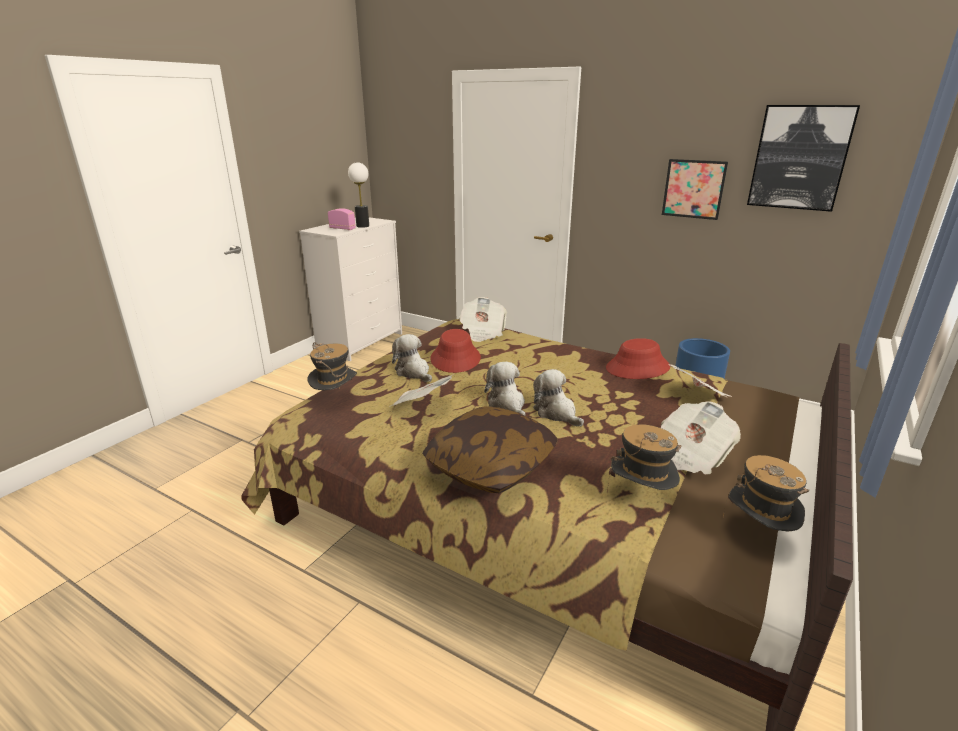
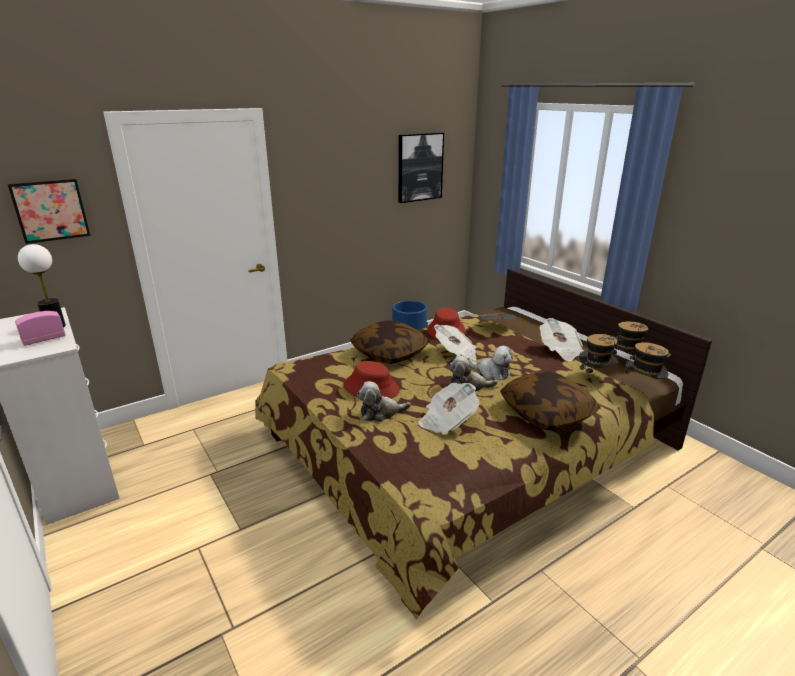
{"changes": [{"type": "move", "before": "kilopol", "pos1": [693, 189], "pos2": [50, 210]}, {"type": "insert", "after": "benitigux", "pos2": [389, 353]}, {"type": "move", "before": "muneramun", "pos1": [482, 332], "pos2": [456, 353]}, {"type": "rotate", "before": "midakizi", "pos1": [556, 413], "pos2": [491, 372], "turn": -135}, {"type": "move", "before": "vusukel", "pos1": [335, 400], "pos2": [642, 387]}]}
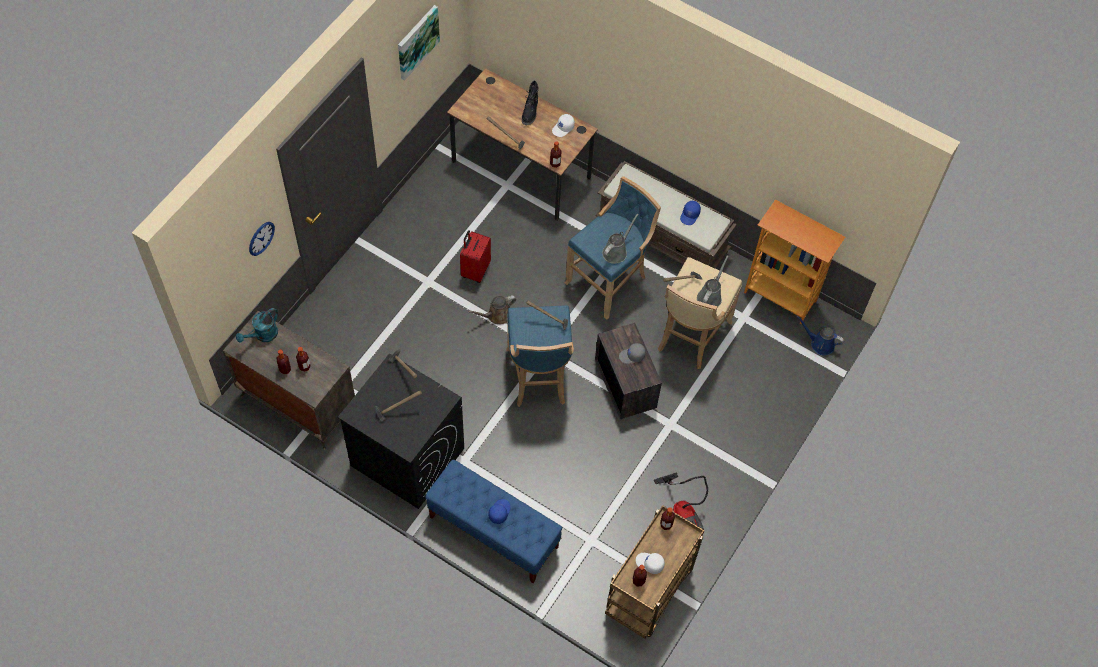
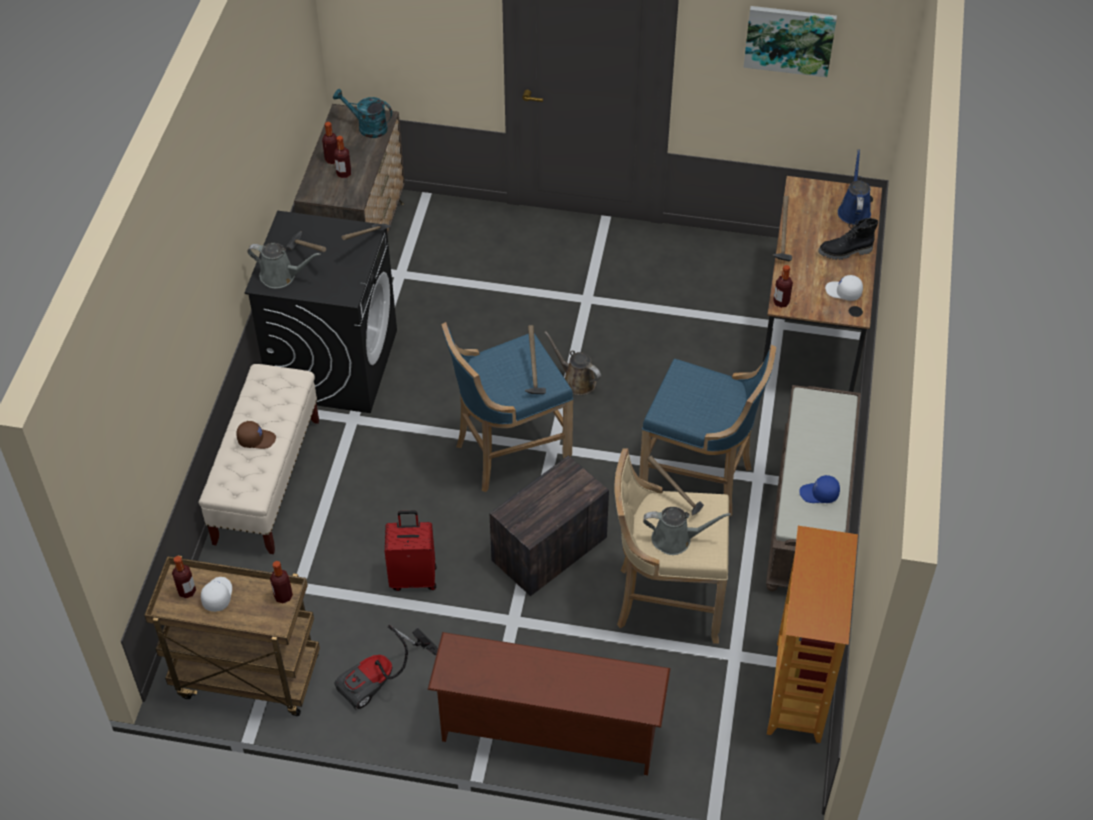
{"changes": [{"type": "recolor", "before": "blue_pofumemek", "after": "beige_pofumemek", "pos1": [493, 532], "pos2": [267, 481]}, {"type": "recolor", "before": "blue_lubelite", "after": "brown_lubelite", "pos1": [499, 512], "pos2": [256, 439]}, {"type": "move", "before": "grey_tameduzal", "pos1": [616, 251], "pos2": [281, 276]}, {"type": "move", "before": "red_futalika", "pos1": [475, 270], "pos2": [413, 577]}, {"type": "insert", "after": "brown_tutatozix", "pos2": [548, 732]}, {"type": "move", "before": "blue_tameduzal", "pos1": [820, 344], "pos2": [854, 210]}, {"type": "delete", "before": "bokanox", "pos1": [261, 238]}, {"type": "delete", "before": "grey_lubelite", "pos1": [632, 356]}]}
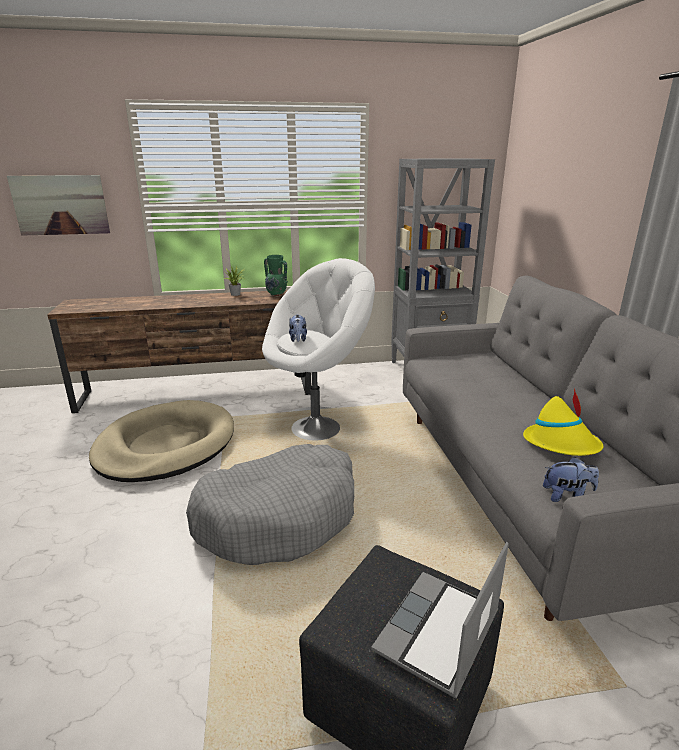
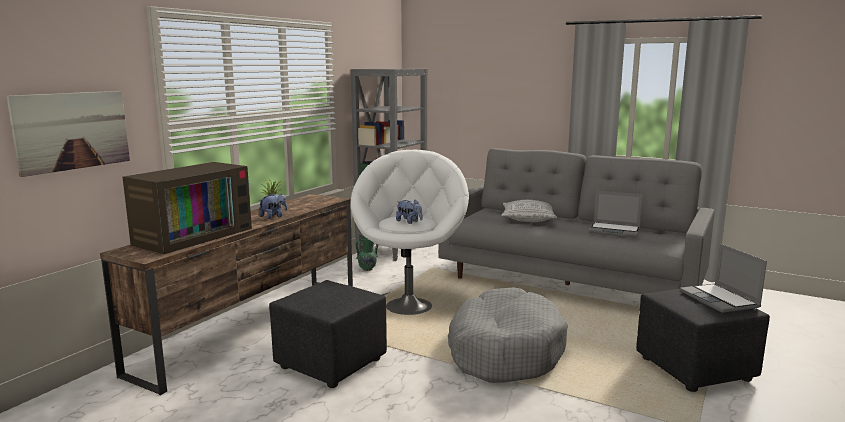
{"changes": [{"type": "insert", "after": "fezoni", "pos2": [192, 235]}, {"type": "move", "before": "midakizi", "pos1": [567, 496], "pos2": [273, 216]}, {"type": "replace", "before": "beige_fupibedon", "after": "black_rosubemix", "pos1": [166, 446], "pos2": [331, 364]}, {"type": "move", "before": "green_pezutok", "pos1": [276, 295], "pos2": [367, 269]}, {"type": "insert", "after": "benitigux", "pos2": [528, 219]}, {"type": "replace", "before": "yellow_vusukel", "after": "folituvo", "pos1": [561, 444], "pos2": [615, 231]}]}
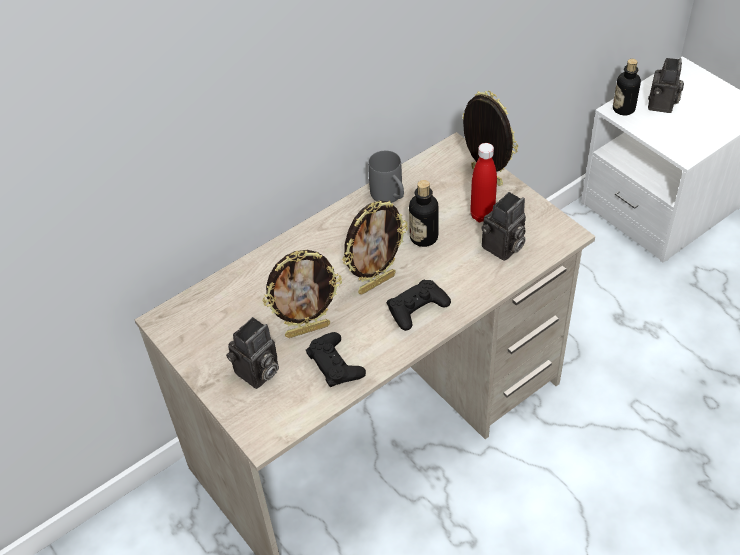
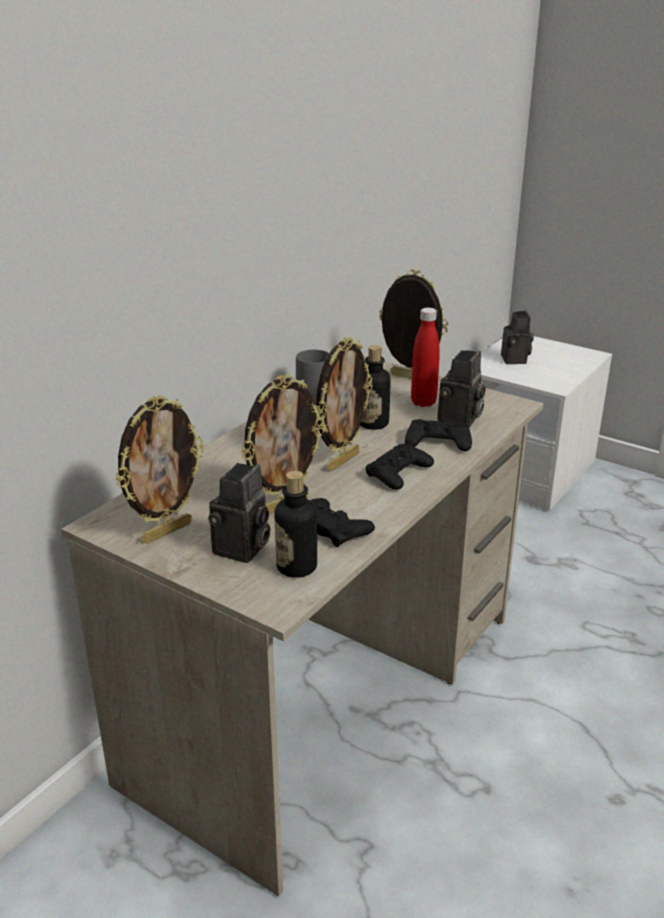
{"changes": [{"type": "insert", "after": "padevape", "pos2": [166, 532]}, {"type": "move", "before": "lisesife", "pos1": [623, 109], "pos2": [296, 567]}, {"type": "insert", "after": "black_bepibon", "pos2": [438, 442]}]}
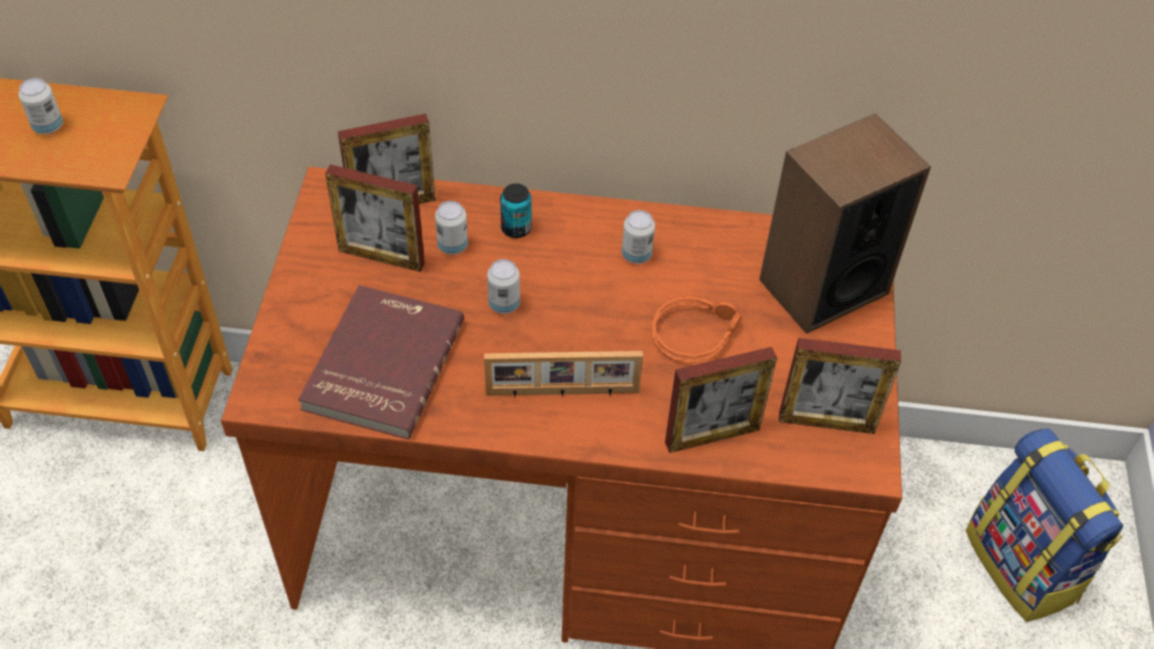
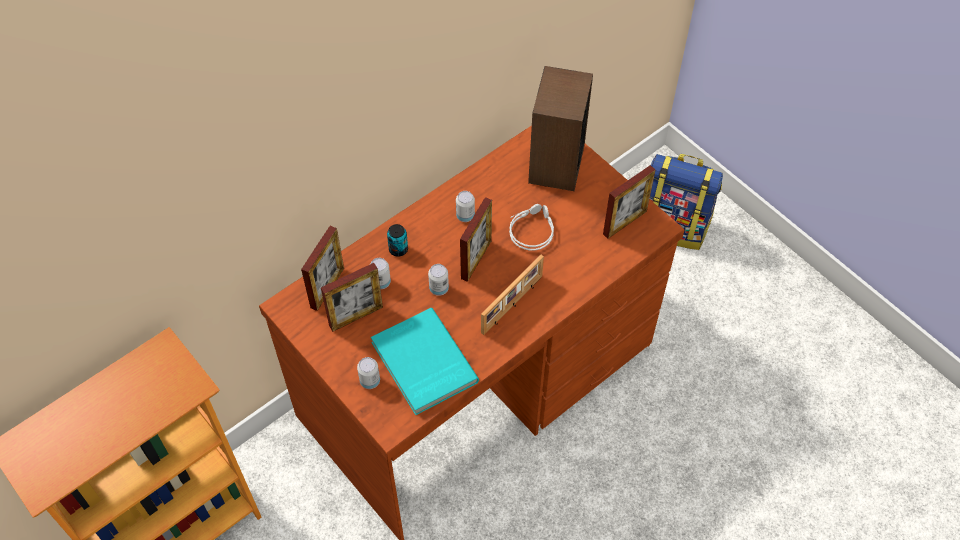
{"changes": [{"type": "move", "before": "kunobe", "pos1": [48, 126], "pos2": [370, 381]}, {"type": "recolor", "before": "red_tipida", "after": "turquoise_tipida", "pos1": [381, 364], "pos2": [422, 363]}, {"type": "move", "before": "padevape", "pos1": [712, 436], "pos2": [476, 259]}, {"type": "recolor", "before": "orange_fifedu", "after": "grey_fifedu", "pos1": [695, 332], "pos2": [531, 229]}]}
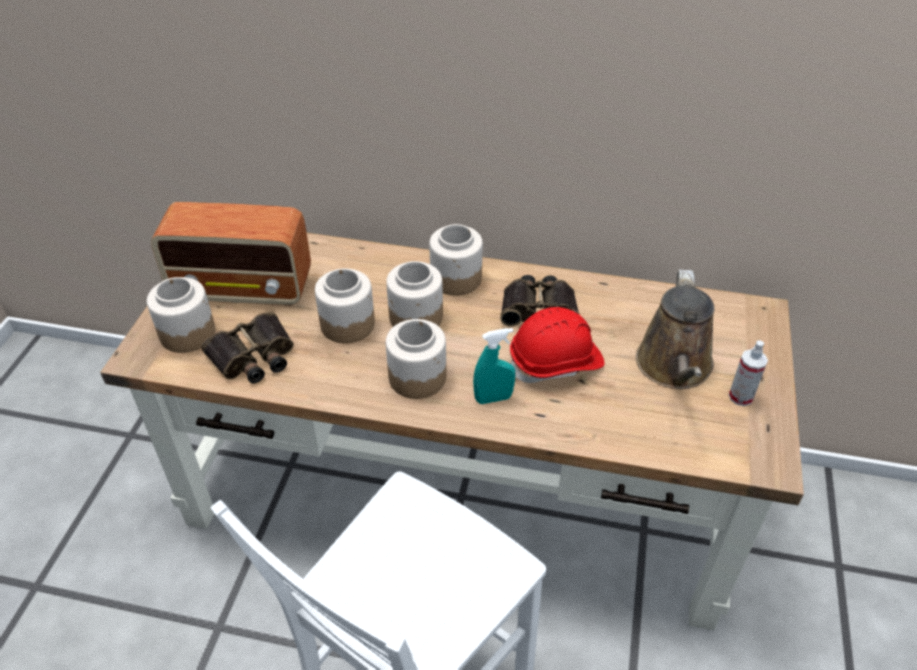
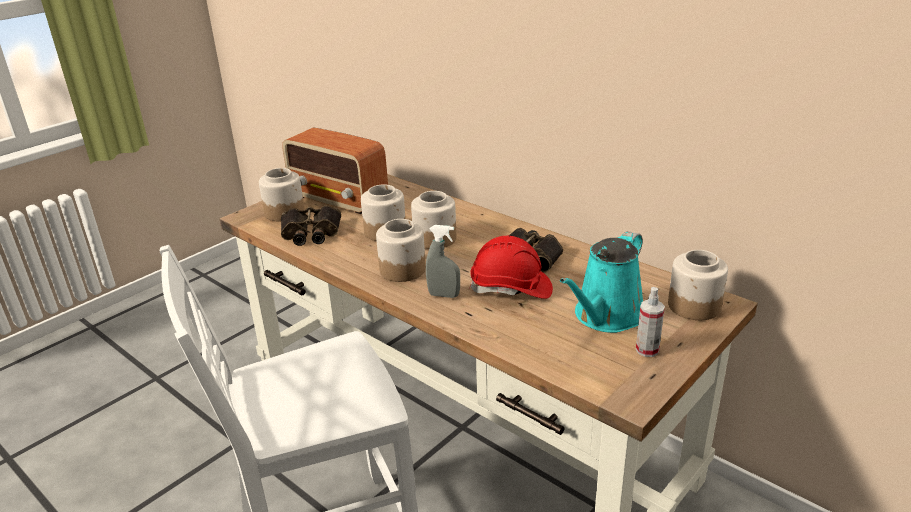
{"changes": [{"type": "recolor", "before": "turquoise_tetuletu", "after": "grey_tetuletu", "pos1": [493, 398], "pos2": [444, 295]}, {"type": "recolor", "before": "brown_tameduzal", "after": "turquoise_tameduzal", "pos1": [674, 368], "pos2": [606, 317]}, {"type": "move", "before": "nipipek", "pos1": [456, 278], "pos2": [694, 306]}]}
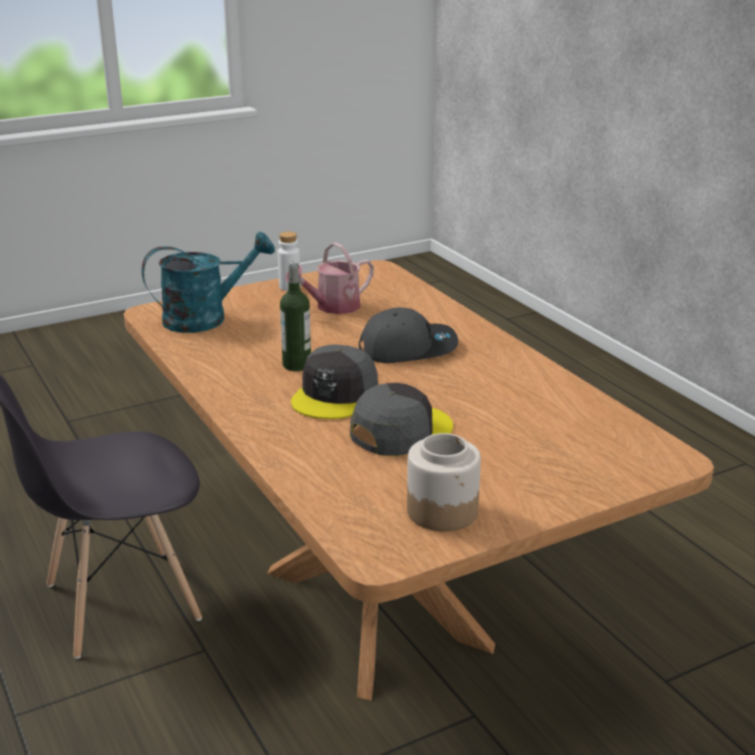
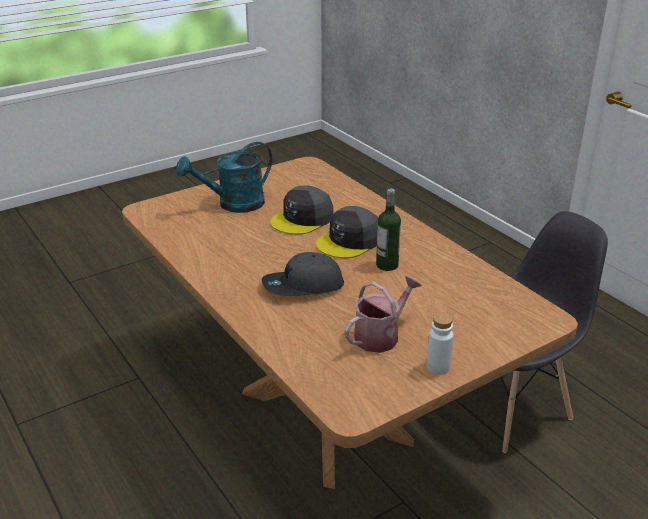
{"changes": [{"type": "move", "before": "turquoise_tameduzal", "pos1": [206, 318], "pos2": [233, 205]}, {"type": "rotate", "before": "grey_lubelite", "pos1": [336, 395], "pos2": [349, 241], "turn": -150}, {"type": "delete", "before": "nipipek", "pos1": [442, 511]}]}
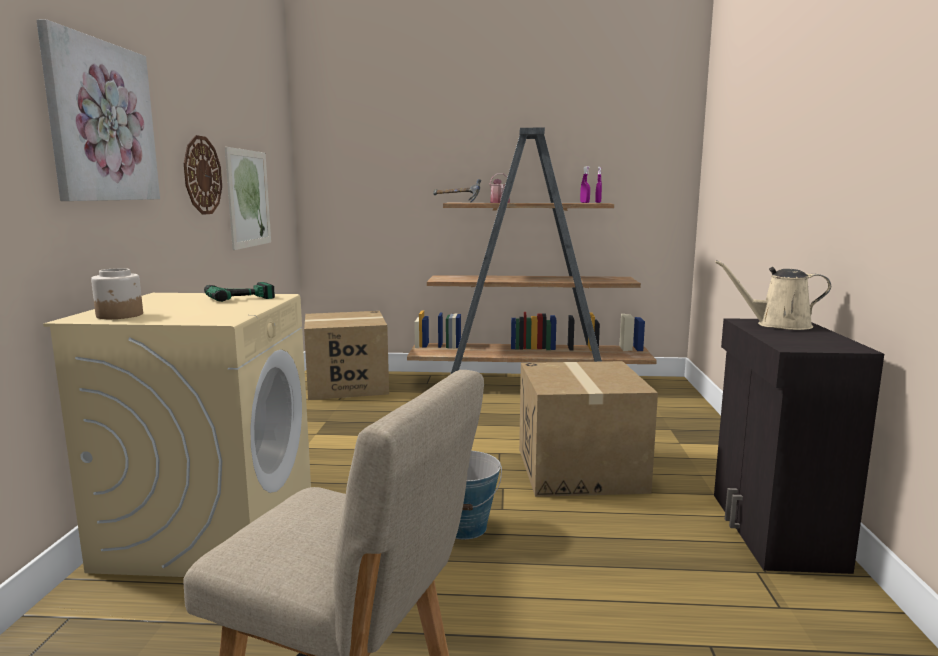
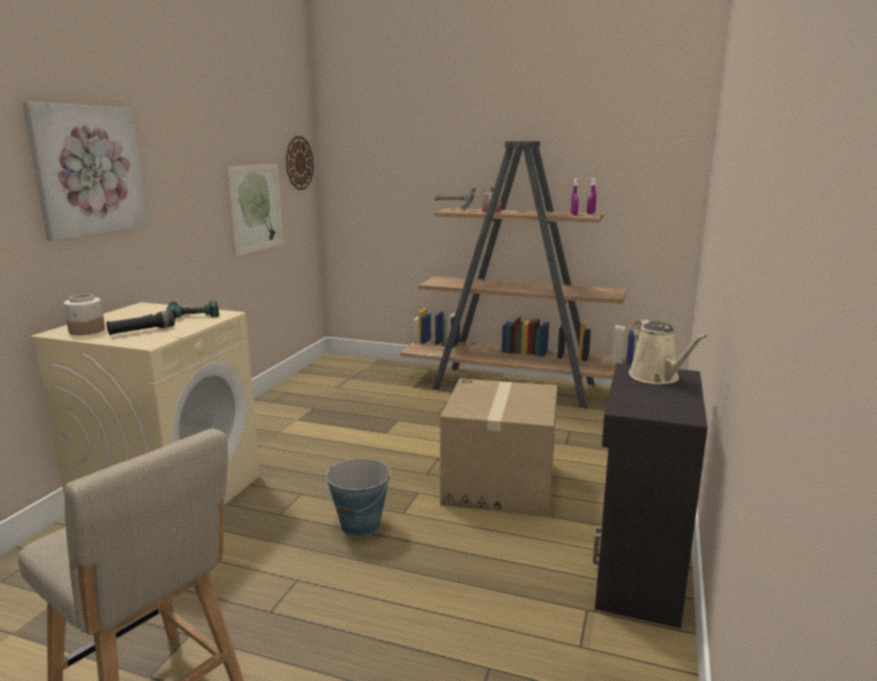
{"changes": [{"type": "insert", "after": "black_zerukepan", "pos2": [142, 331]}, {"type": "move", "before": "bokanox", "pos1": [202, 175], "pos2": [299, 163]}, {"type": "rotate", "before": "beige_tameduzal", "pos1": [778, 325], "pos2": [657, 377], "turn": -135}, {"type": "delete", "before": "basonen", "pos1": [347, 385]}]}
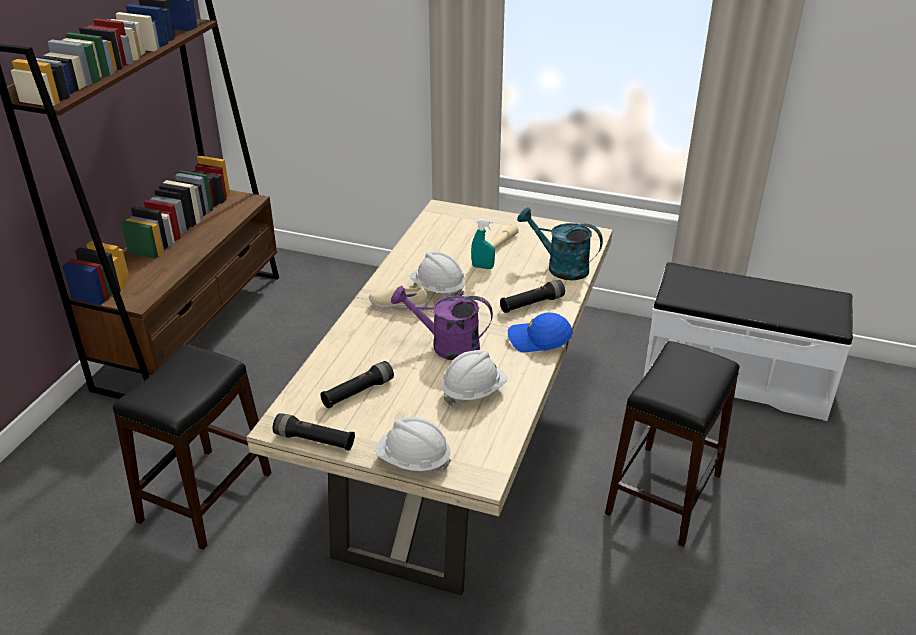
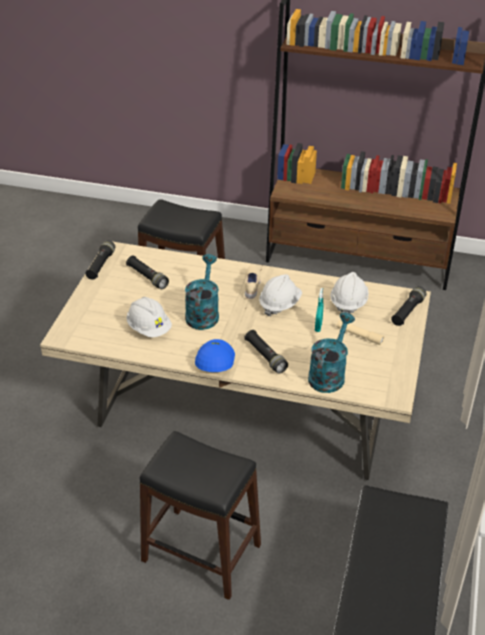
{"changes": [{"type": "recolor", "before": "purple_tameduzal", "after": "turquoise_tameduzal", "pos1": [446, 346], "pos2": [203, 313]}, {"type": "move", "before": "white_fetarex", "pos1": [413, 460], "pos2": [348, 302]}, {"type": "insert", "after": "black_zerukepan", "pos2": [407, 311]}]}
